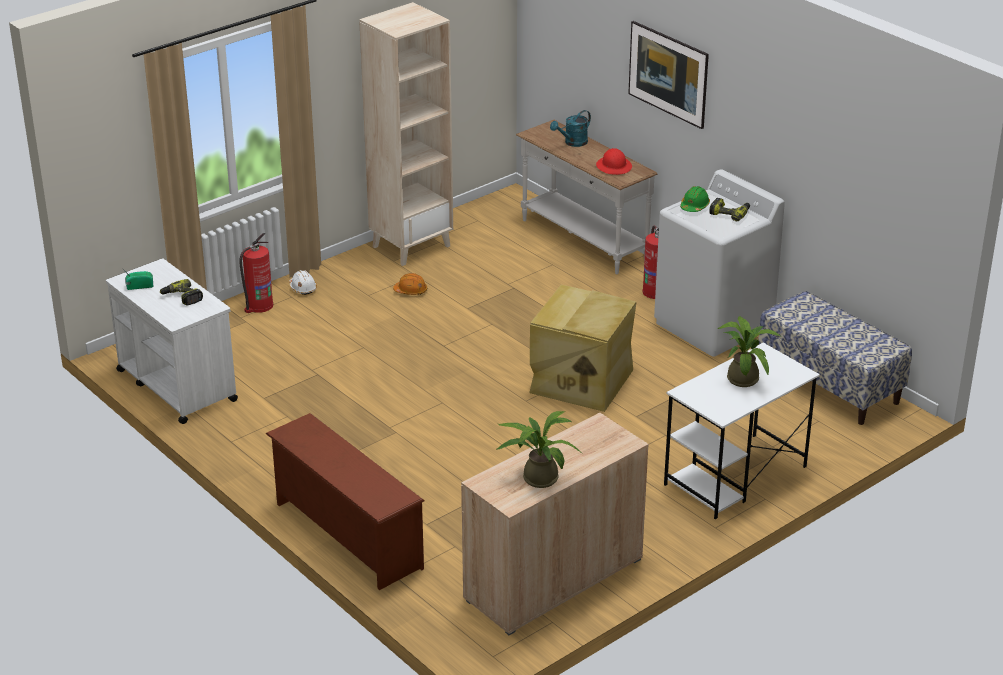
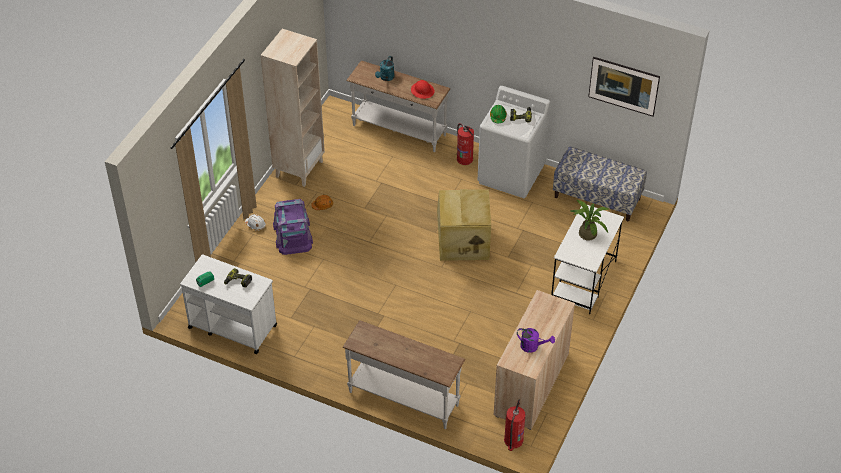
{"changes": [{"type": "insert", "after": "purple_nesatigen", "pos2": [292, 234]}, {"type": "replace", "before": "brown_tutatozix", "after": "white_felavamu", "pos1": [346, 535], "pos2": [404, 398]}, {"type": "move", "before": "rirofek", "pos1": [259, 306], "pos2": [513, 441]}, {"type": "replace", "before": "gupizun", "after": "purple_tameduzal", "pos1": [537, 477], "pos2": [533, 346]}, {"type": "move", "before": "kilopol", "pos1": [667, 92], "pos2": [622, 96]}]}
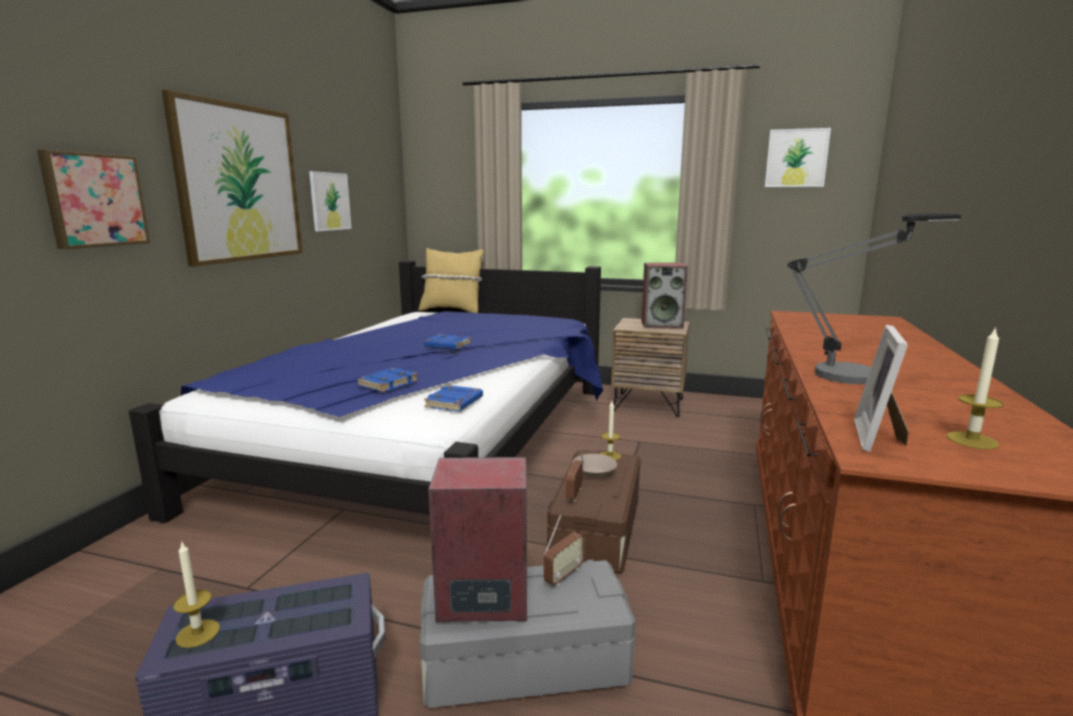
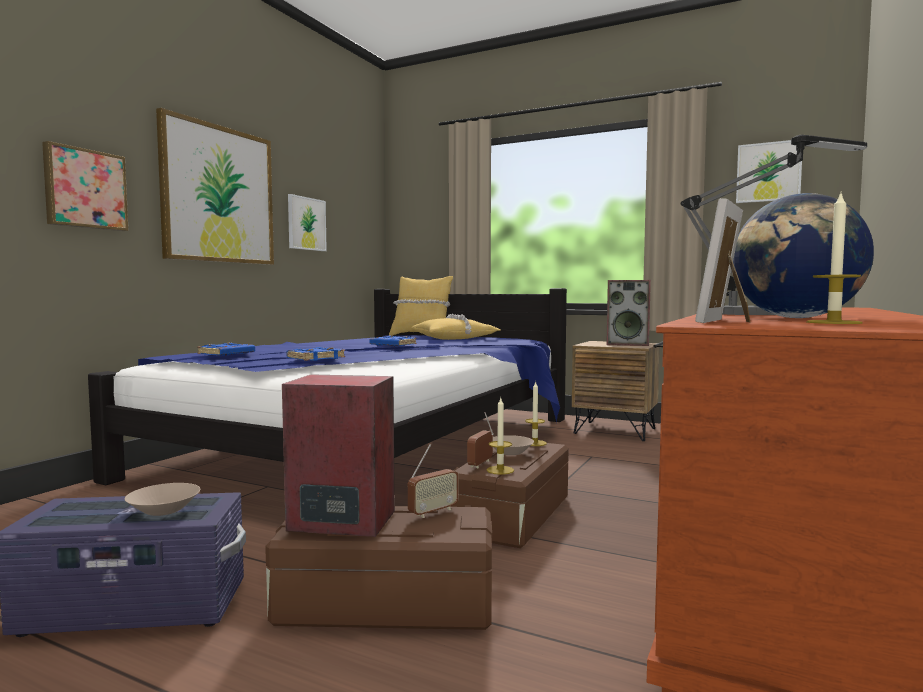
{"changes": [{"type": "insert", "after": "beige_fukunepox", "pos2": [163, 511]}, {"type": "move", "before": "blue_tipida", "pos1": [455, 403], "pos2": [226, 354]}, {"type": "recolor", "before": "grey_nesatigen", "after": "brown_nesatigen", "pos1": [524, 662], "pos2": [385, 603]}, {"type": "insert", "after": "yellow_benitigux", "pos2": [454, 338]}, {"type": "move", "before": "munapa", "pos1": [198, 633], "pos2": [500, 470]}, {"type": "insert", "after": "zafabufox", "pos2": [796, 318]}]}
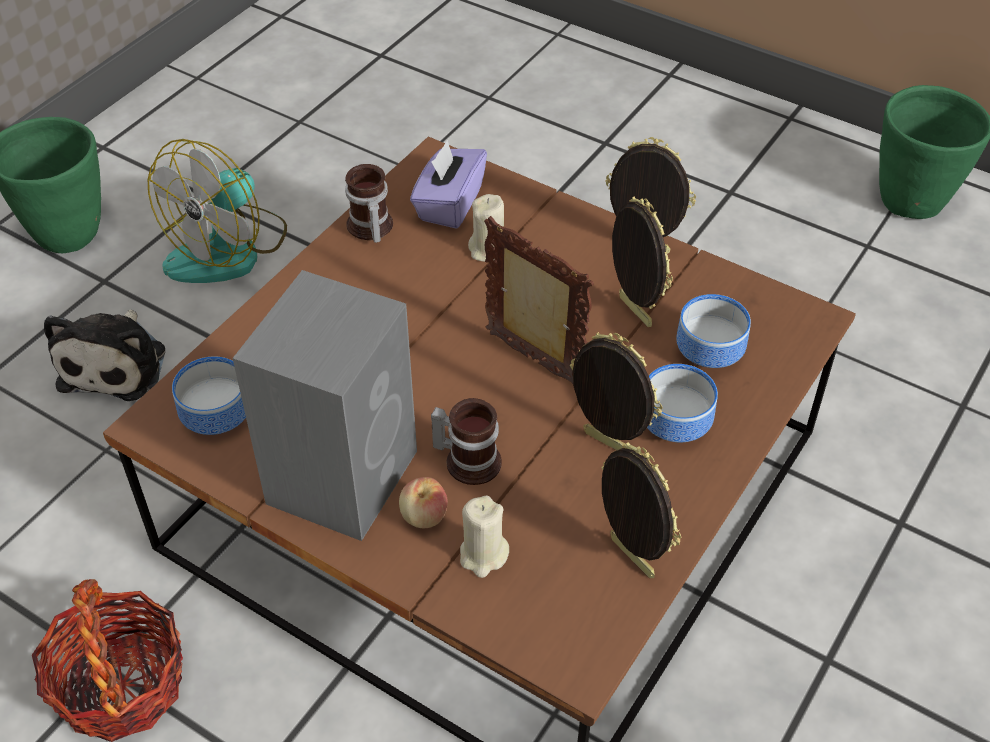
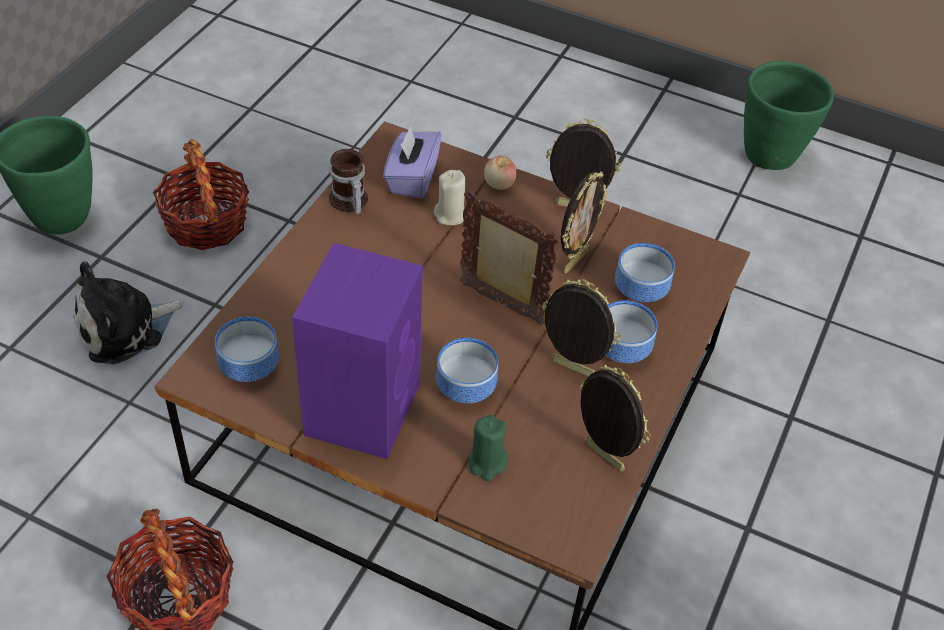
{"changes": [{"type": "rotate", "before": "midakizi", "pos1": [116, 364], "pos2": [125, 328], "turn": 60}, {"type": "replace", "before": "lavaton", "after": "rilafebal", "pos1": [228, 249], "pos2": [206, 223]}, {"type": "recolor", "before": "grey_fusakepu", "after": "purple_fusakepu", "pos1": [344, 474], "pos2": [364, 406]}, {"type": "replace", "before": "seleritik", "after": "fukunepox", "pos1": [469, 459], "pos2": [463, 387]}, {"type": "recolor", "before": "beige_munapa", "after": "green_munapa", "pos1": [483, 555], "pos2": [487, 463]}, {"type": "move", "before": "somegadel", "pos1": [424, 516], "pos2": [499, 184]}, {"type": "rotate", "before": "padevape", "pos1": [632, 312], "pos2": [575, 260], "turn": 75}]}
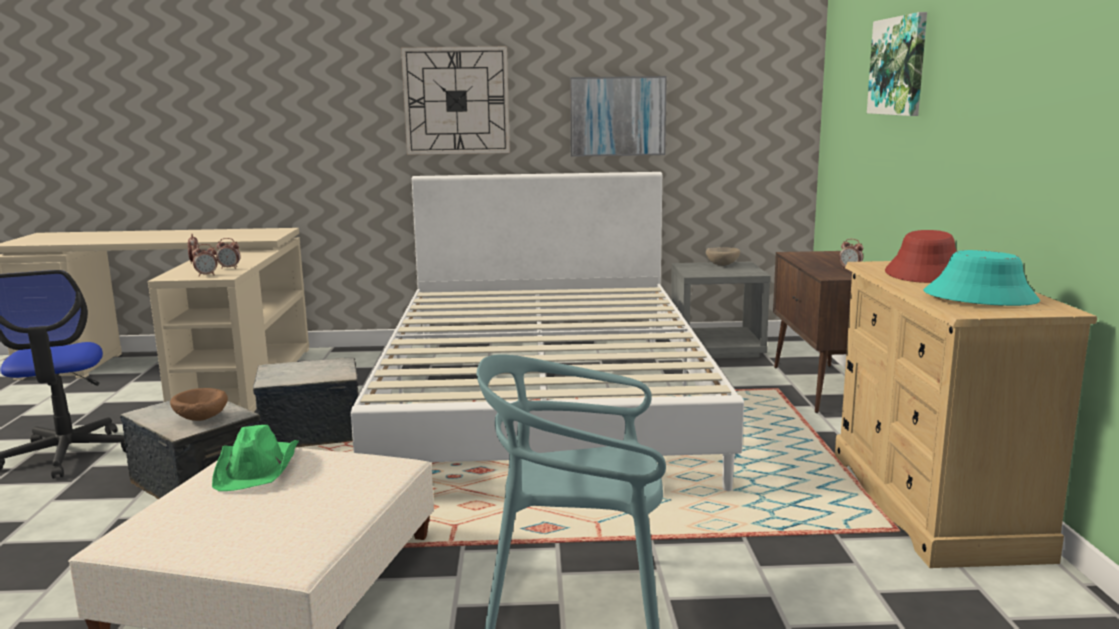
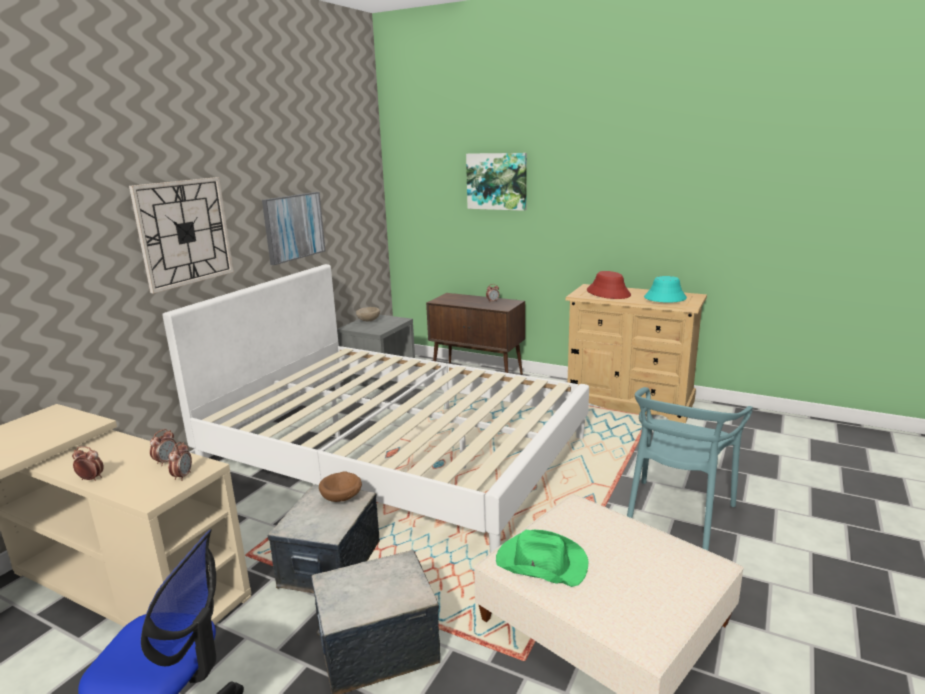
{"changes": [{"type": "move", "before": "brown_fukunepox", "pos1": [200, 419], "pos2": [342, 498]}]}
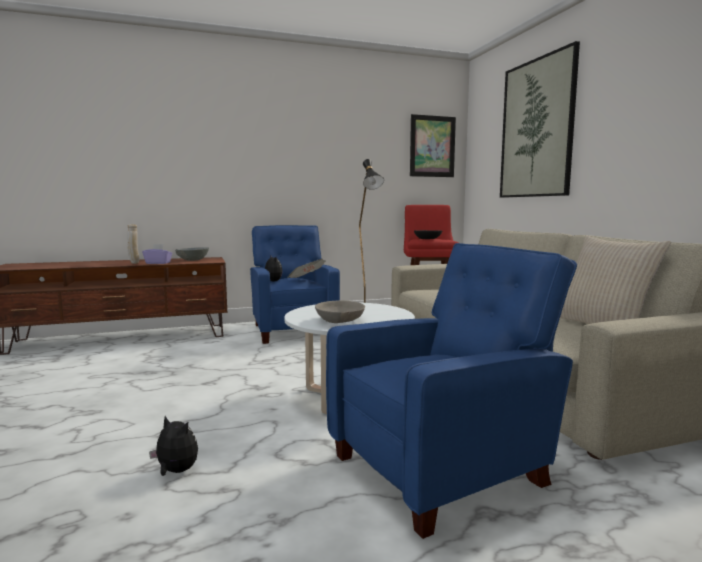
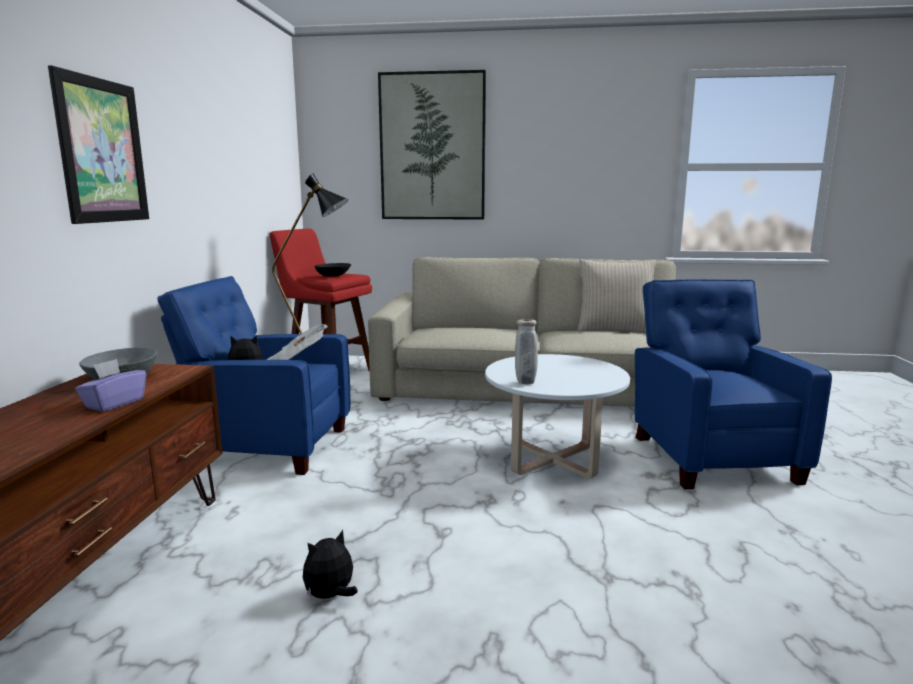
{"changes": [{"type": "move", "before": "kilopol", "pos1": [432, 146], "pos2": [102, 151]}, {"type": "move", "before": "midakizi", "pos1": [176, 471], "pos2": [331, 596]}, {"type": "move", "before": "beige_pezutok", "pos1": [134, 263], "pos2": [525, 383]}, {"type": "delete", "before": "grey_fukunepox", "pos1": [340, 320]}]}
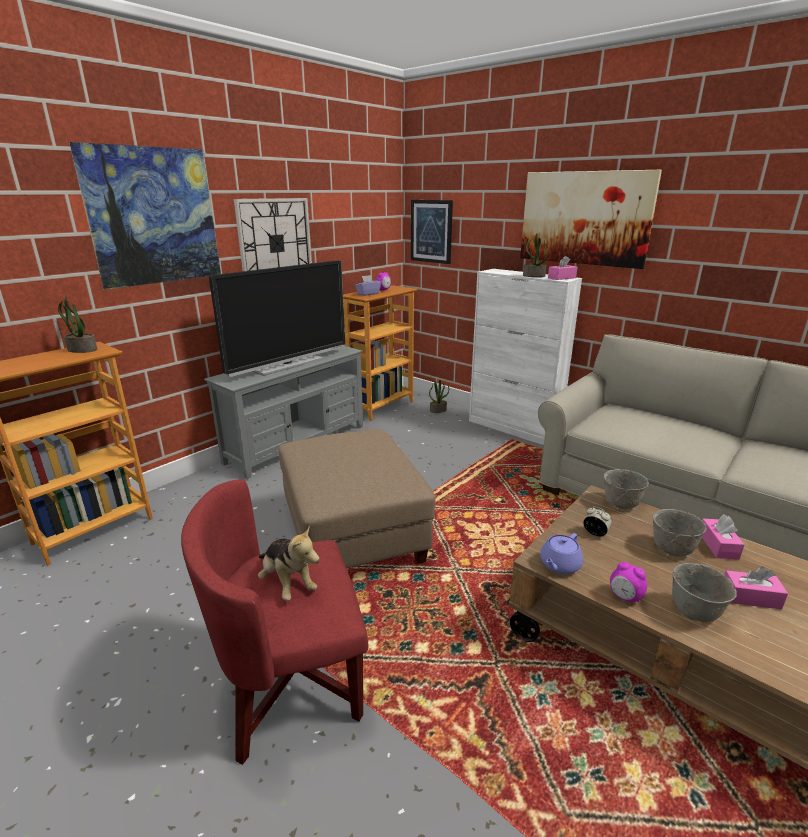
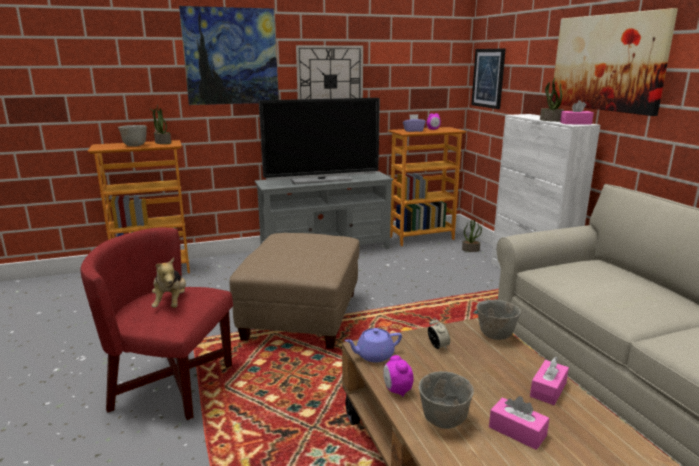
{"changes": [{"type": "move", "before": "grey_fukunepox", "pos1": [671, 550], "pos2": [134, 145]}]}
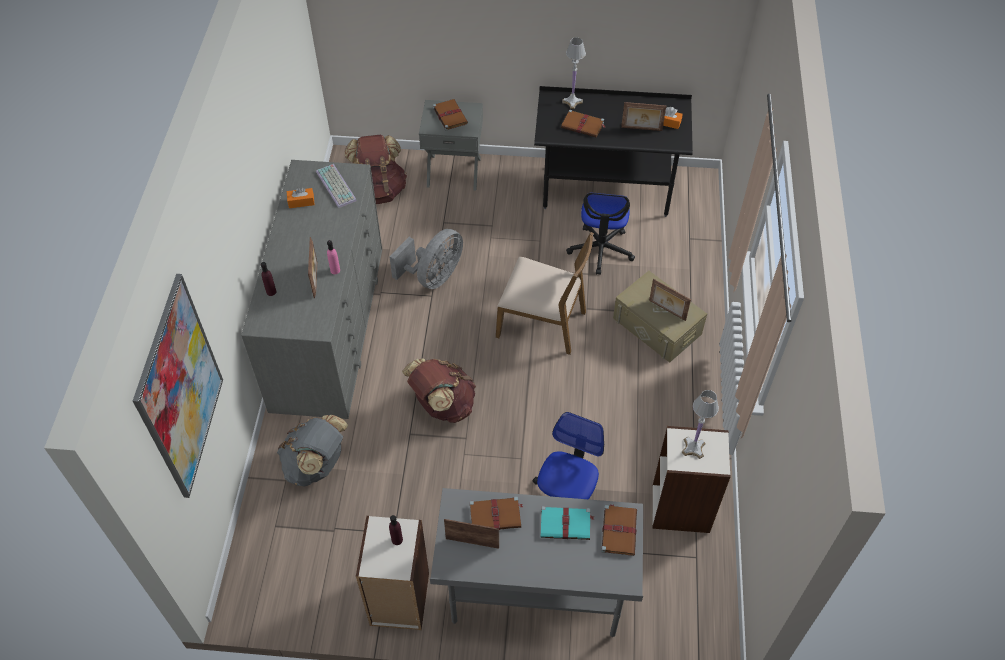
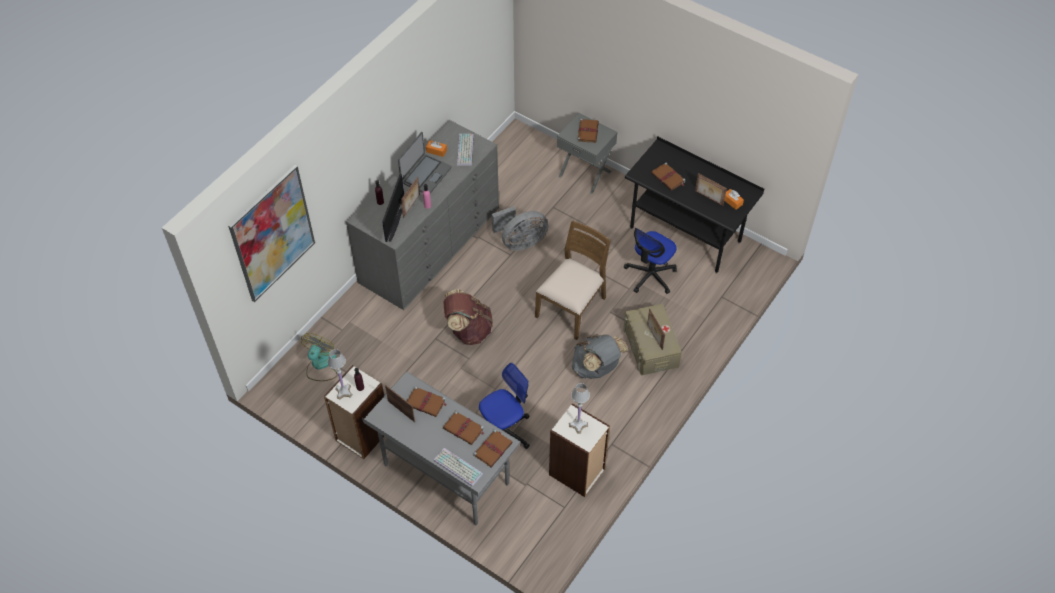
{"changes": [{"type": "insert", "after": "lavaton", "pos2": [321, 365]}, {"type": "move", "before": "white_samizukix", "pos1": [572, 102], "pos2": [343, 392]}, {"type": "insert", "after": "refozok", "pos2": [394, 224]}, {"type": "insert", "after": "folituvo", "pos2": [425, 175]}, {"type": "insert", "after": "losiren", "pos2": [457, 467]}, {"type": "recolor", "before": "turquoise_tipida", "after": "brown_tipida", "pos1": [566, 524], "pos2": [464, 429]}, {"type": "rotate", "before": "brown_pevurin", "pos1": [542, 323], "pos2": [572, 307], "turn": -105}, {"type": "move", "before": "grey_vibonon", "pos1": [317, 465], "pos2": [596, 368]}, {"type": "delete", "before": "brown_vibonon", "pos1": [378, 190]}]}
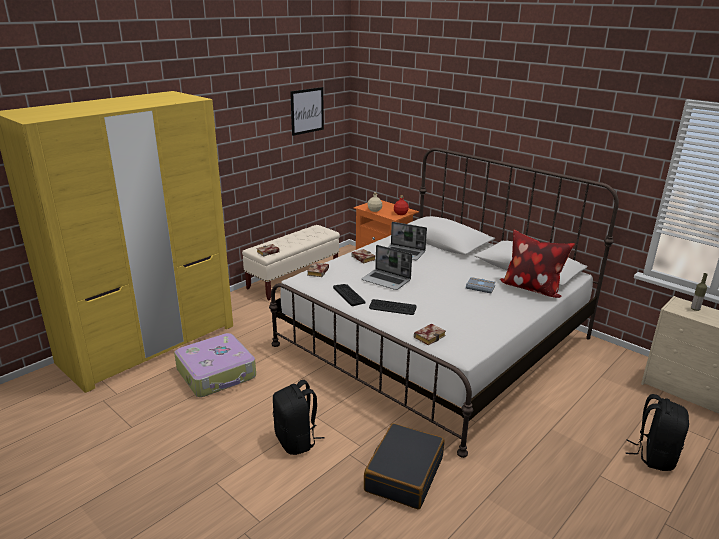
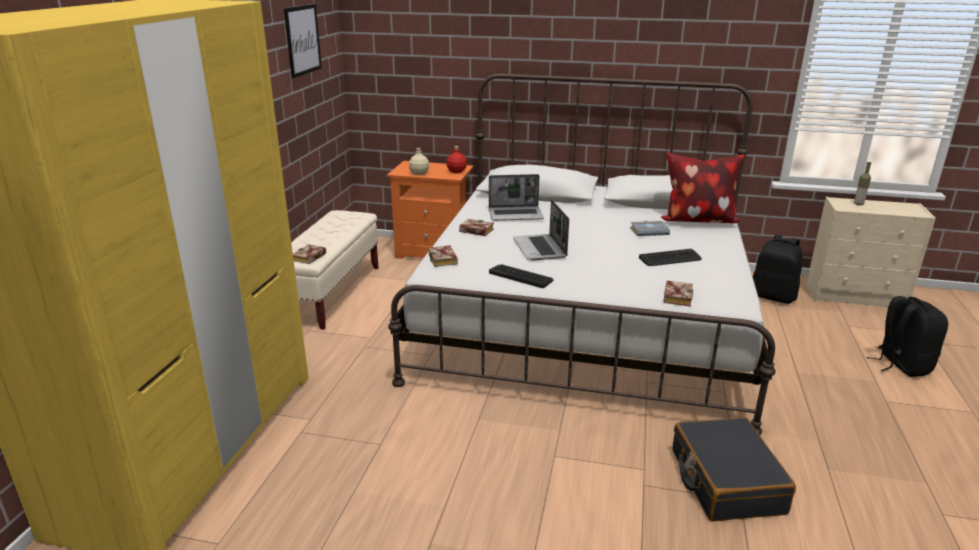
{"changes": [{"type": "rotate", "before": "folituvo", "pos1": [386, 280], "pos2": [540, 249], "turn": 75}, {"type": "move", "before": "losiren", "pos1": [392, 308], "pos2": [670, 258]}, {"type": "move", "before": "black_vibonon", "pos1": [296, 441], "pos2": [773, 296]}, {"type": "delete", "before": "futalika", "pos1": [217, 374]}]}
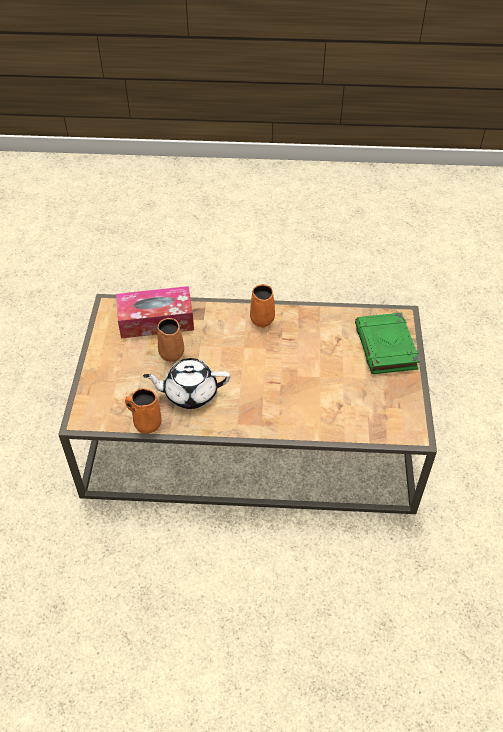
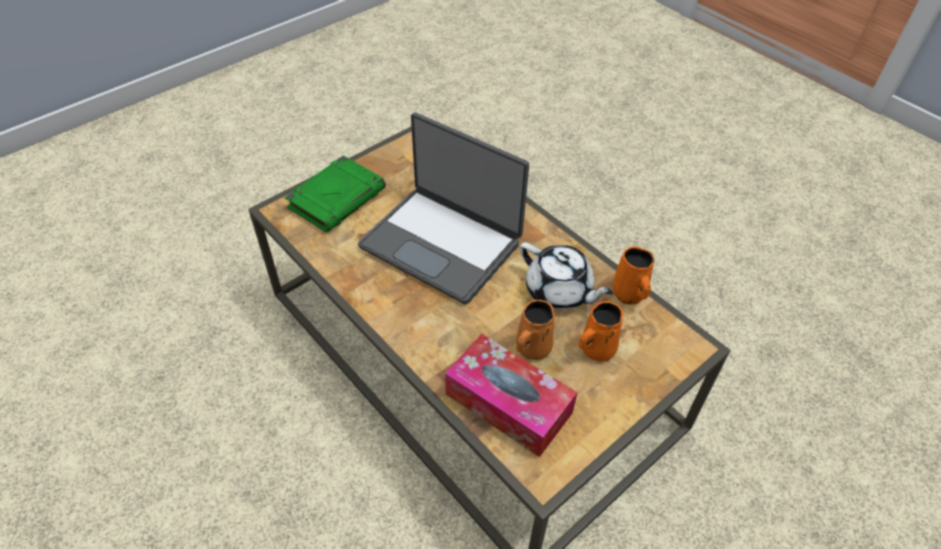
{"changes": [{"type": "insert", "after": "folituvo", "pos2": [442, 243]}, {"type": "move", "before": "orange_seleritik", "pos1": [262, 318], "pos2": [596, 349]}]}
